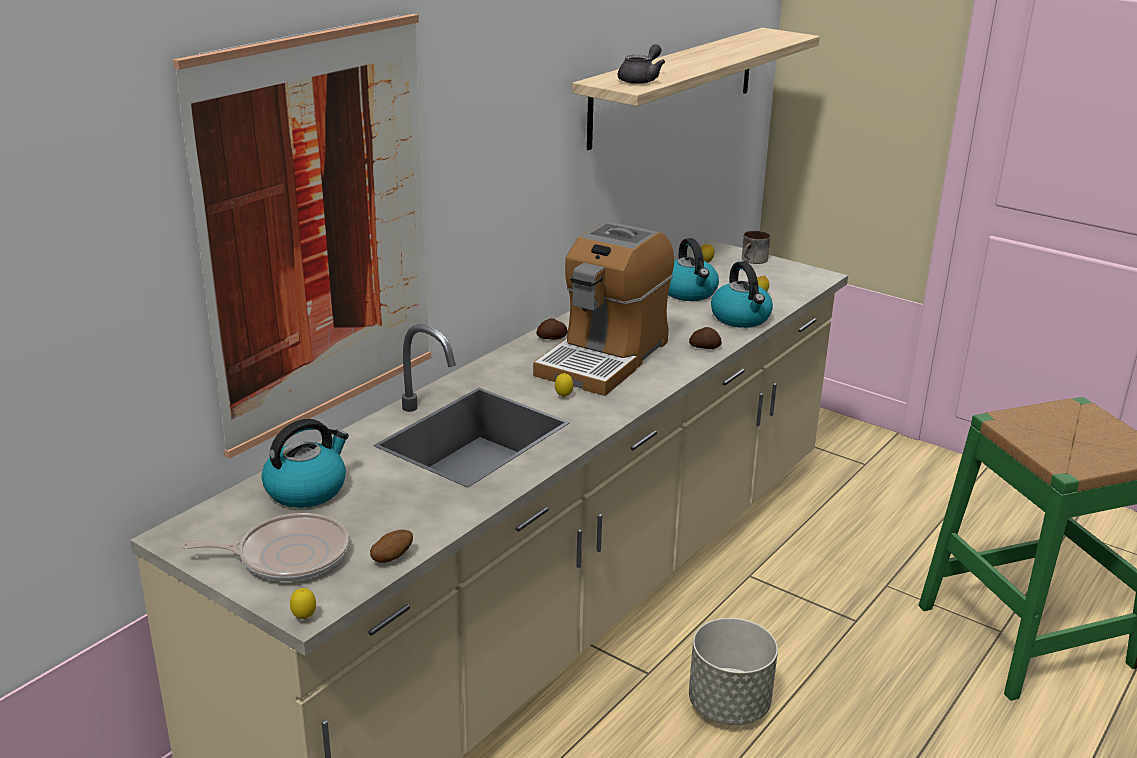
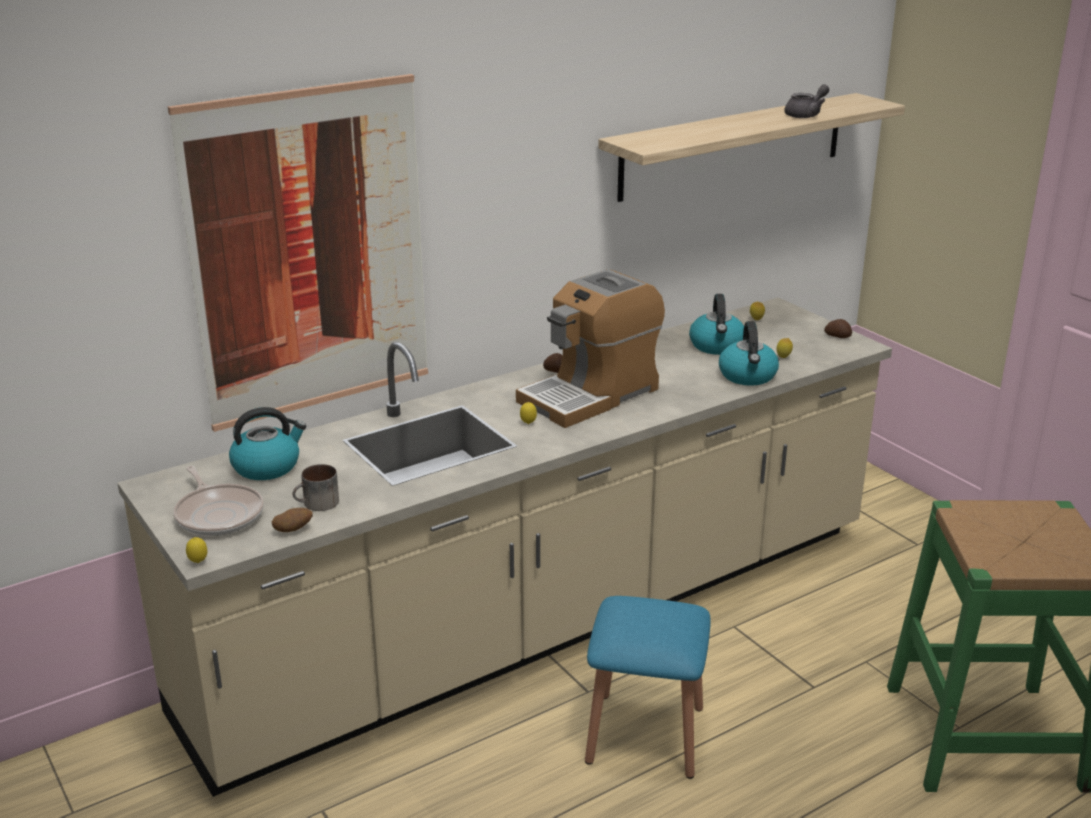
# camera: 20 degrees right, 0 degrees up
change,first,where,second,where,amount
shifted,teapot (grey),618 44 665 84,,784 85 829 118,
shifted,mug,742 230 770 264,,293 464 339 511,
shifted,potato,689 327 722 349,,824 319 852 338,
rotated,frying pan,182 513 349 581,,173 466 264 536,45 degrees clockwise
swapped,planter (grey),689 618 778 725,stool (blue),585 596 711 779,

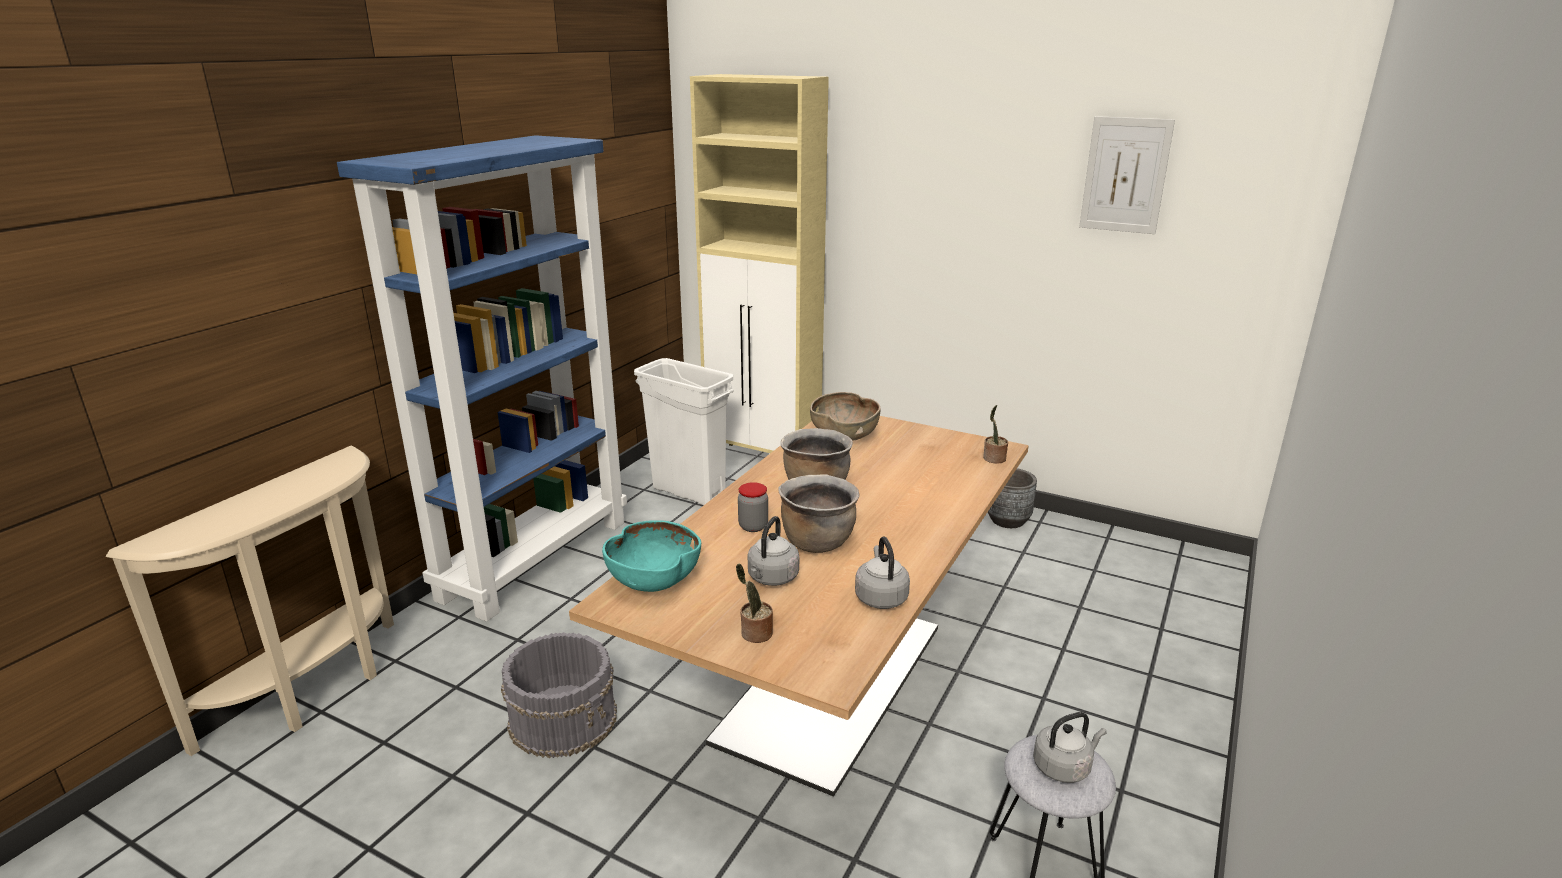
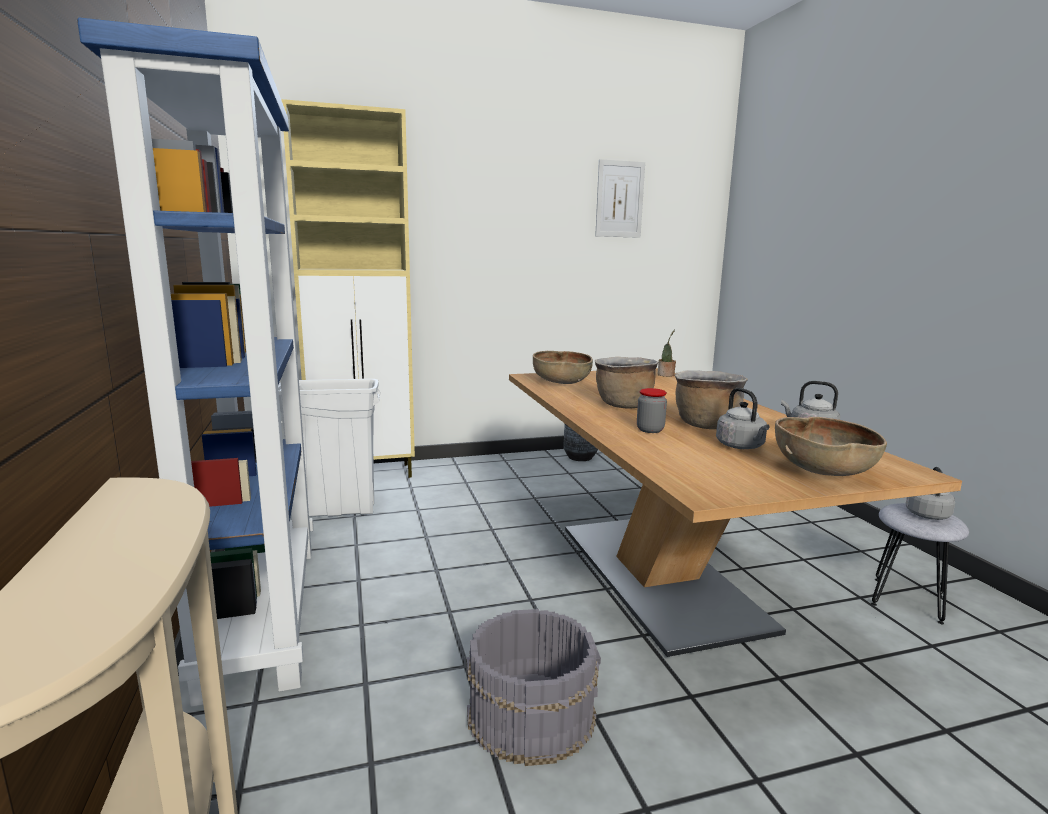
# camera: 45 degrees left, 10 degrees down
change,first,where,second,where,amount
gone,bowl (turquoise),602 520 701 592,,,
swapped,potted plant,736 563 773 643,bowl (brown),775 417 887 476,

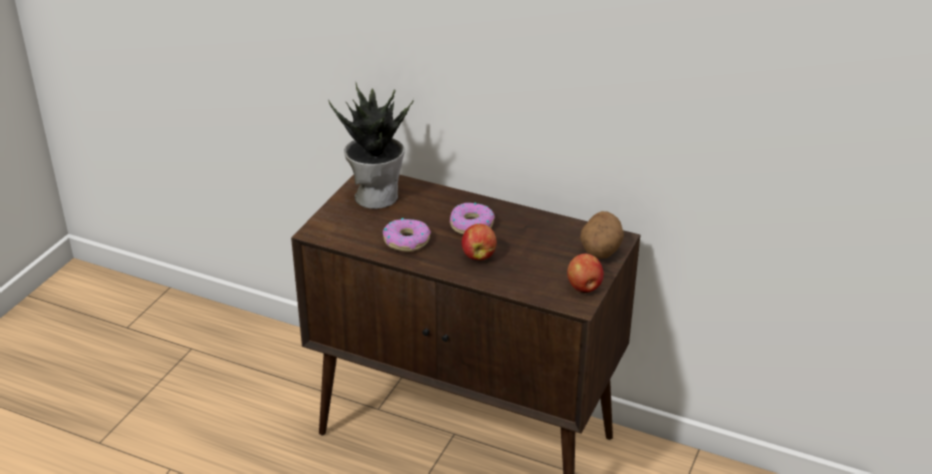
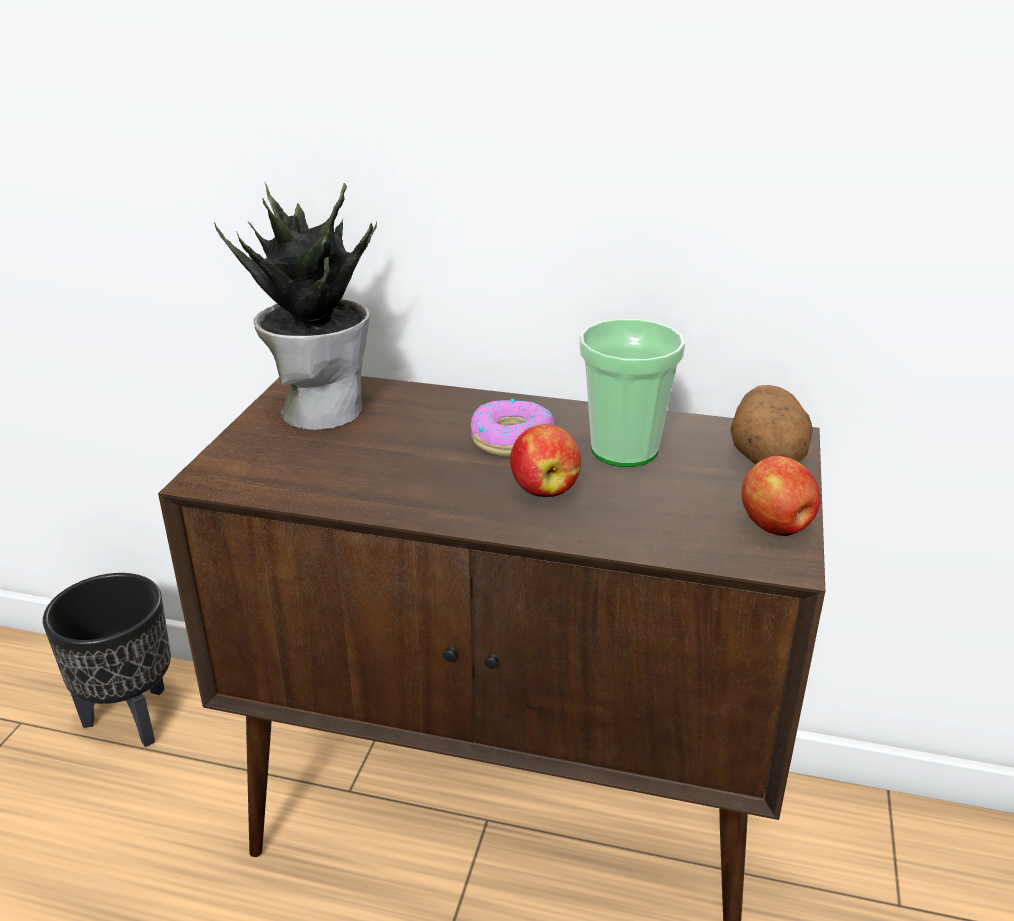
# camera: 10 degrees left, 5 degrees down
change,first,where,second,where,amount
gone,donut,383 218 431 252,,,
new,,,cup,580 319 685 467,
new,,,planter (black),43 573 171 747,

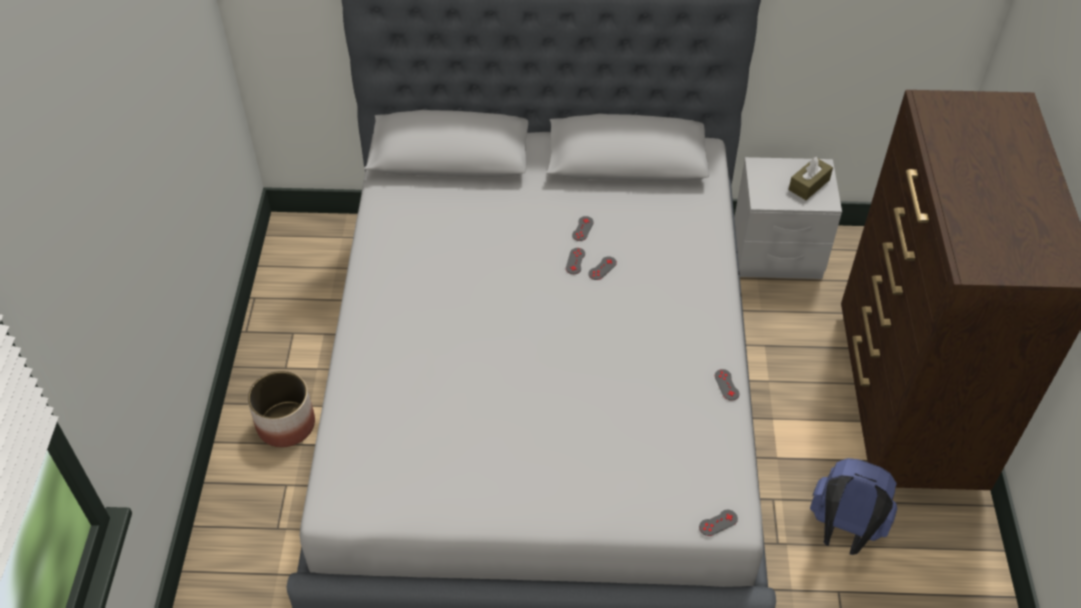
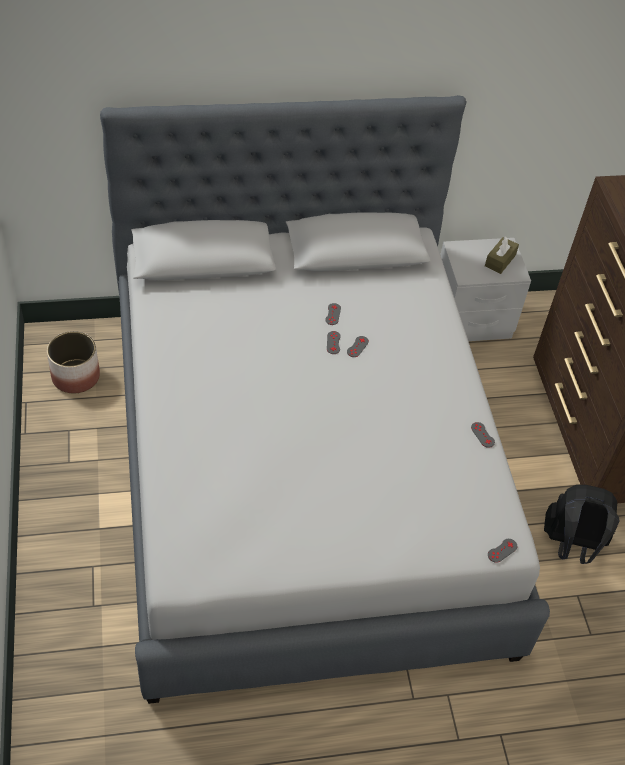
# camera: 15 degrees left, 0 degrees up
change,first,where,second,where,amount
shifted,planter,247 371 315 447,,47 331 100 393,
repainted,backpack (blue),810 458 897 555,backpack (black),544 485 619 564,

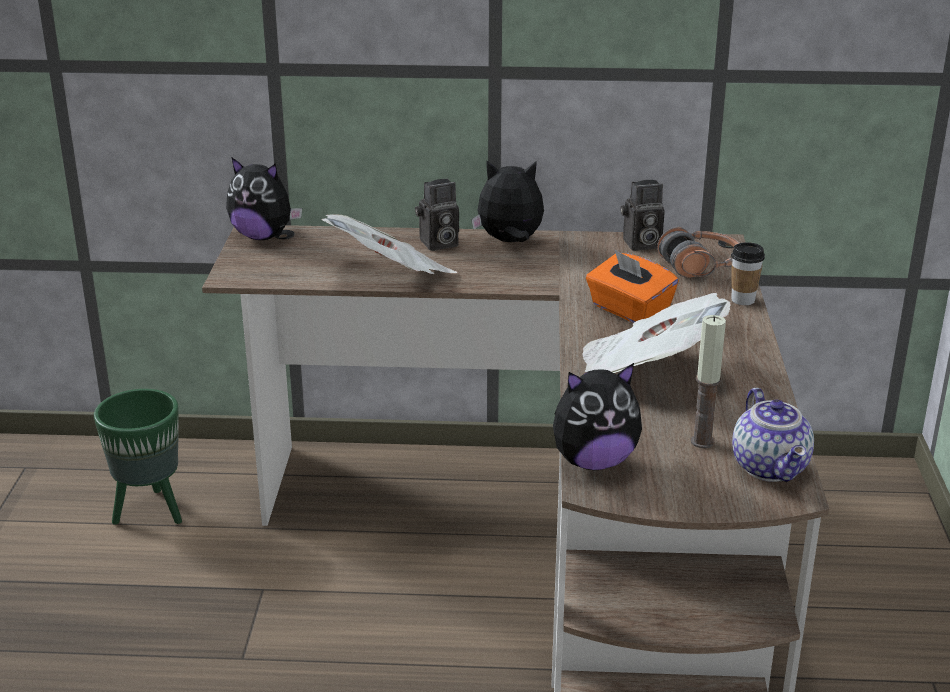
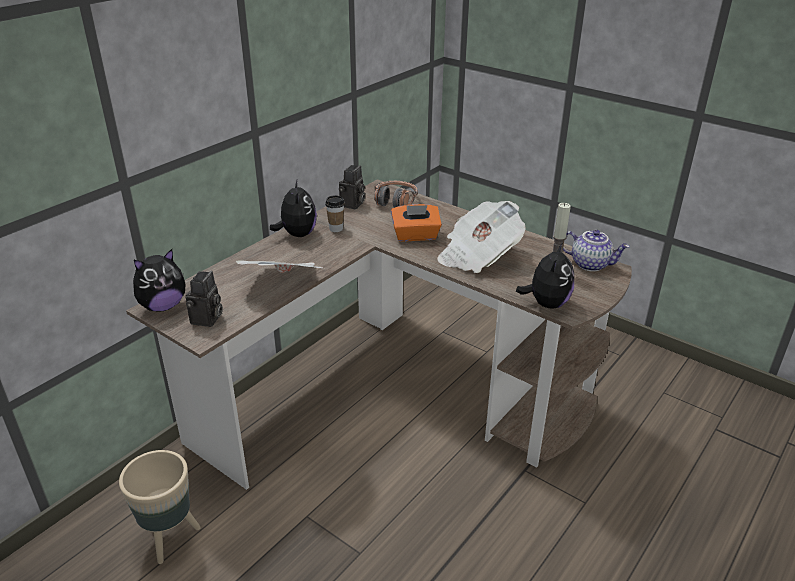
# camera: 55 degrees left, 5 degrees up
change,first,where,second,where,amount
rotated,plush toy,472 161 544 242,,270 178 317 237,135 degrees clockwise
shifted,photo camera,415 179 459 251,,185 271 223 327,
shifted,cup,731 242 765 305,,325 195 345 232,
repainted,planter (green),94 389 182 525,planter (beige),119 450 201 564,

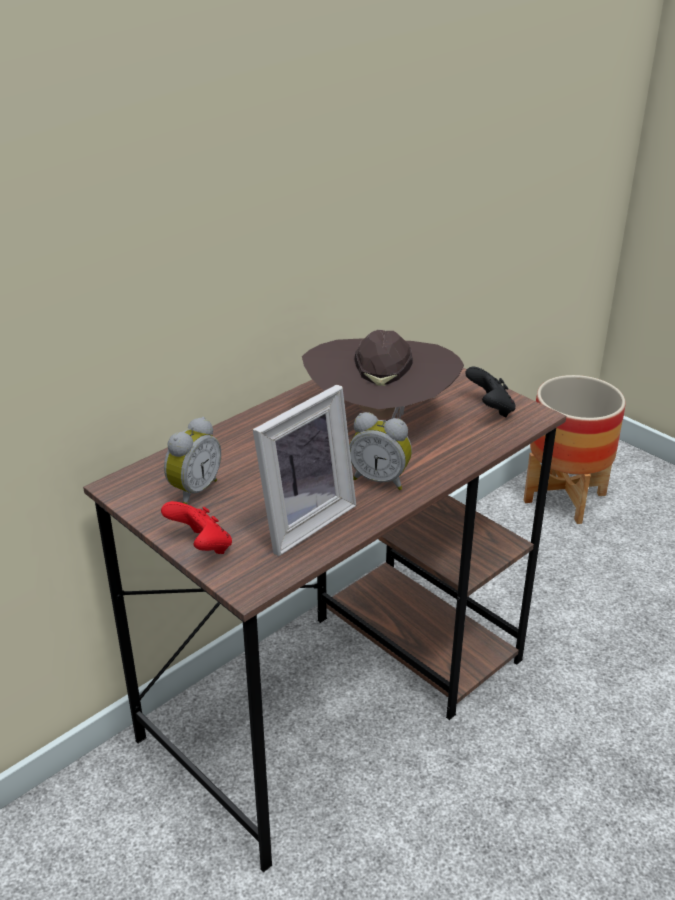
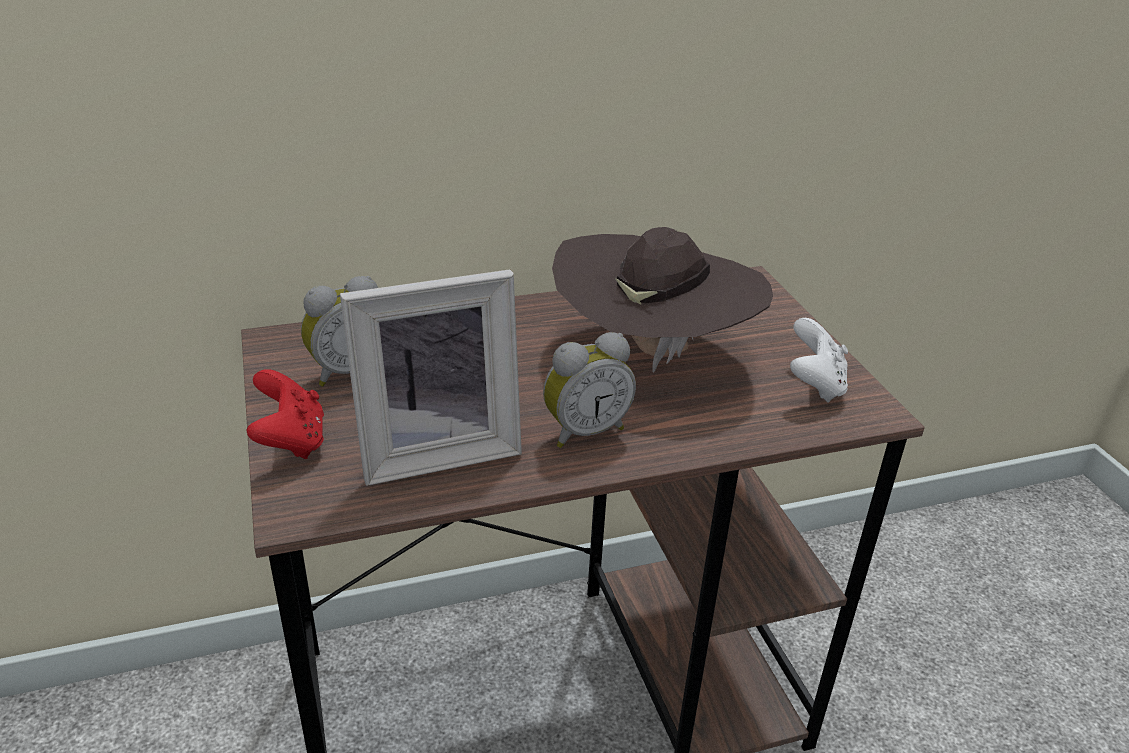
# camera: 25 degrees right, 0 degrees up
change,first,where,second,where,amount
repainted,game controller (black),465 367 516 417,game controller (white),790 318 848 402,
gone,planter,524 375 626 524,,,
rotated,alarm clock,349 412 412 490,,543 332 636 448,75 degrees counterclockwise

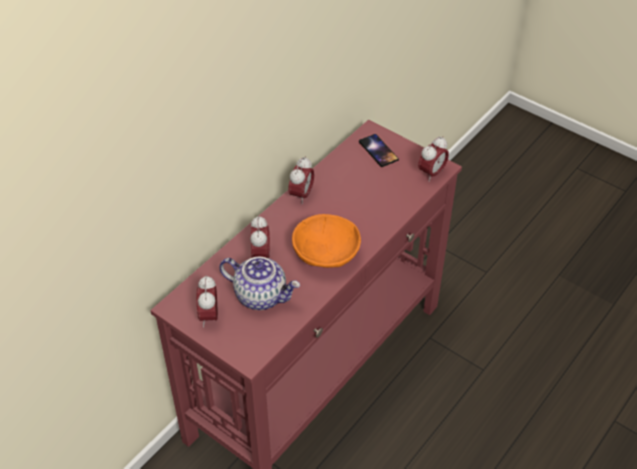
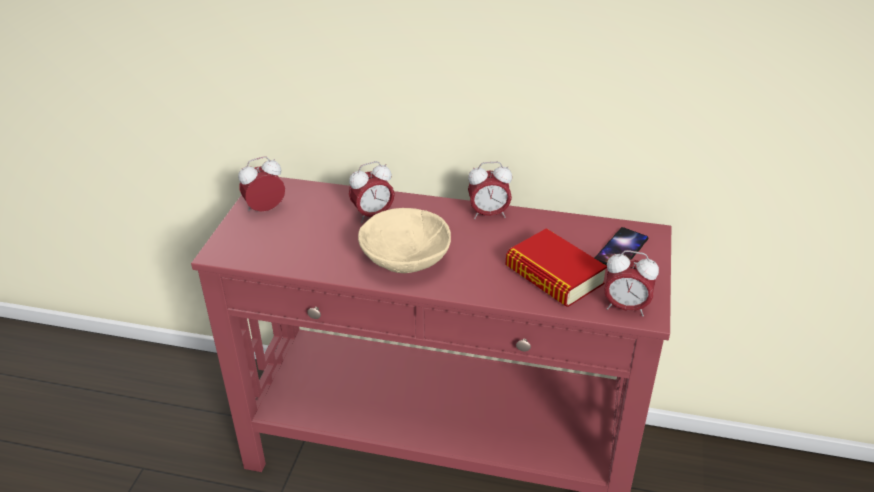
# camera: 65 degrees right, 10 degrees down
change,first,where,second,where,amount
repainted,bowl (orange),292 214 361 268,bowl (beige),358 208 451 273,
gone,teapot,219 257 300 310,,,
new,,,book,505 228 607 307,

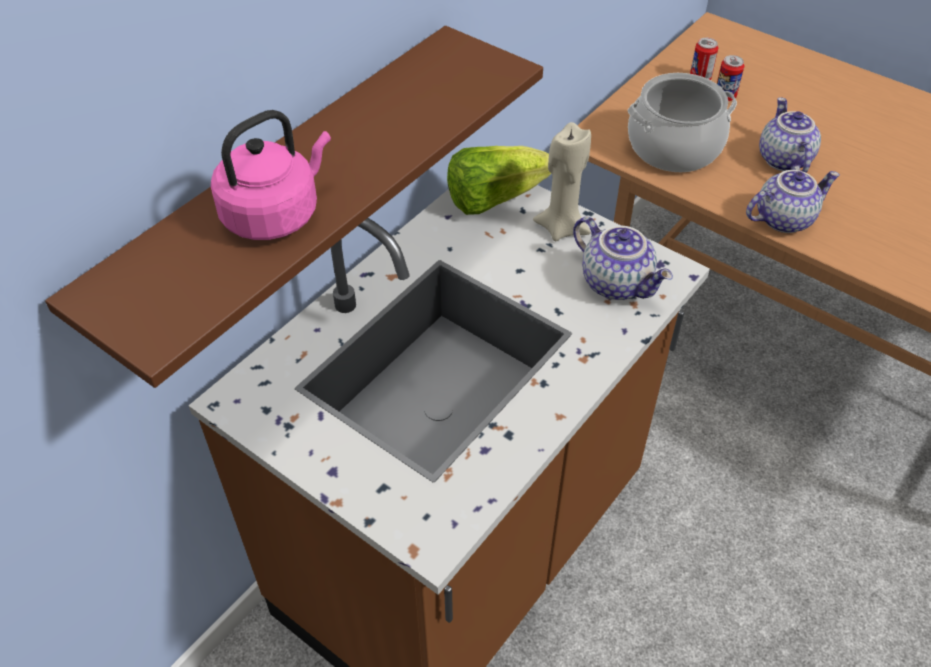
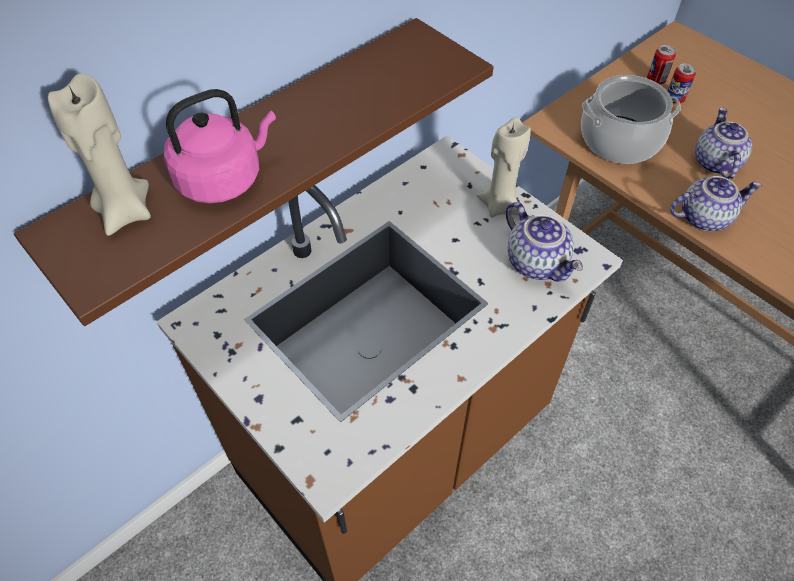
# camera: 10 degrees right, 5 degrees up
change,first,where,second,where,amount
gone,lettuce,447 146 552 215,,,
new,,,candle (beige),48 74 151 236,

